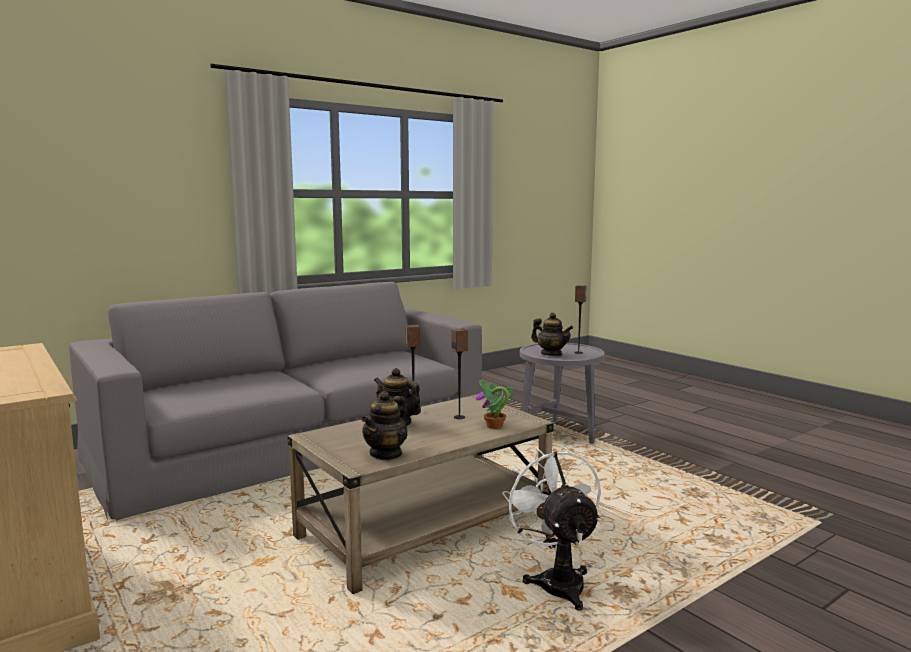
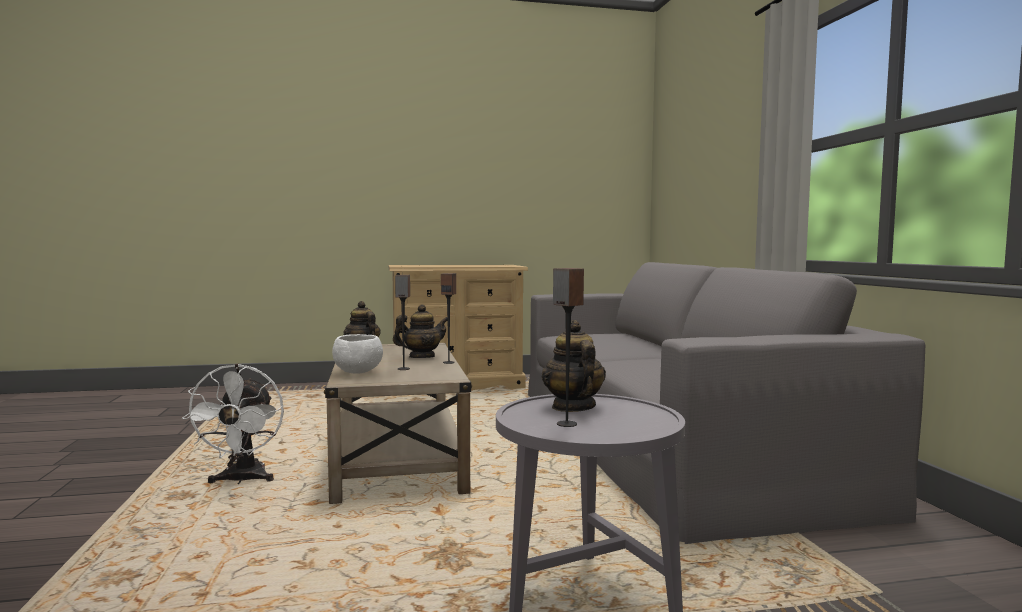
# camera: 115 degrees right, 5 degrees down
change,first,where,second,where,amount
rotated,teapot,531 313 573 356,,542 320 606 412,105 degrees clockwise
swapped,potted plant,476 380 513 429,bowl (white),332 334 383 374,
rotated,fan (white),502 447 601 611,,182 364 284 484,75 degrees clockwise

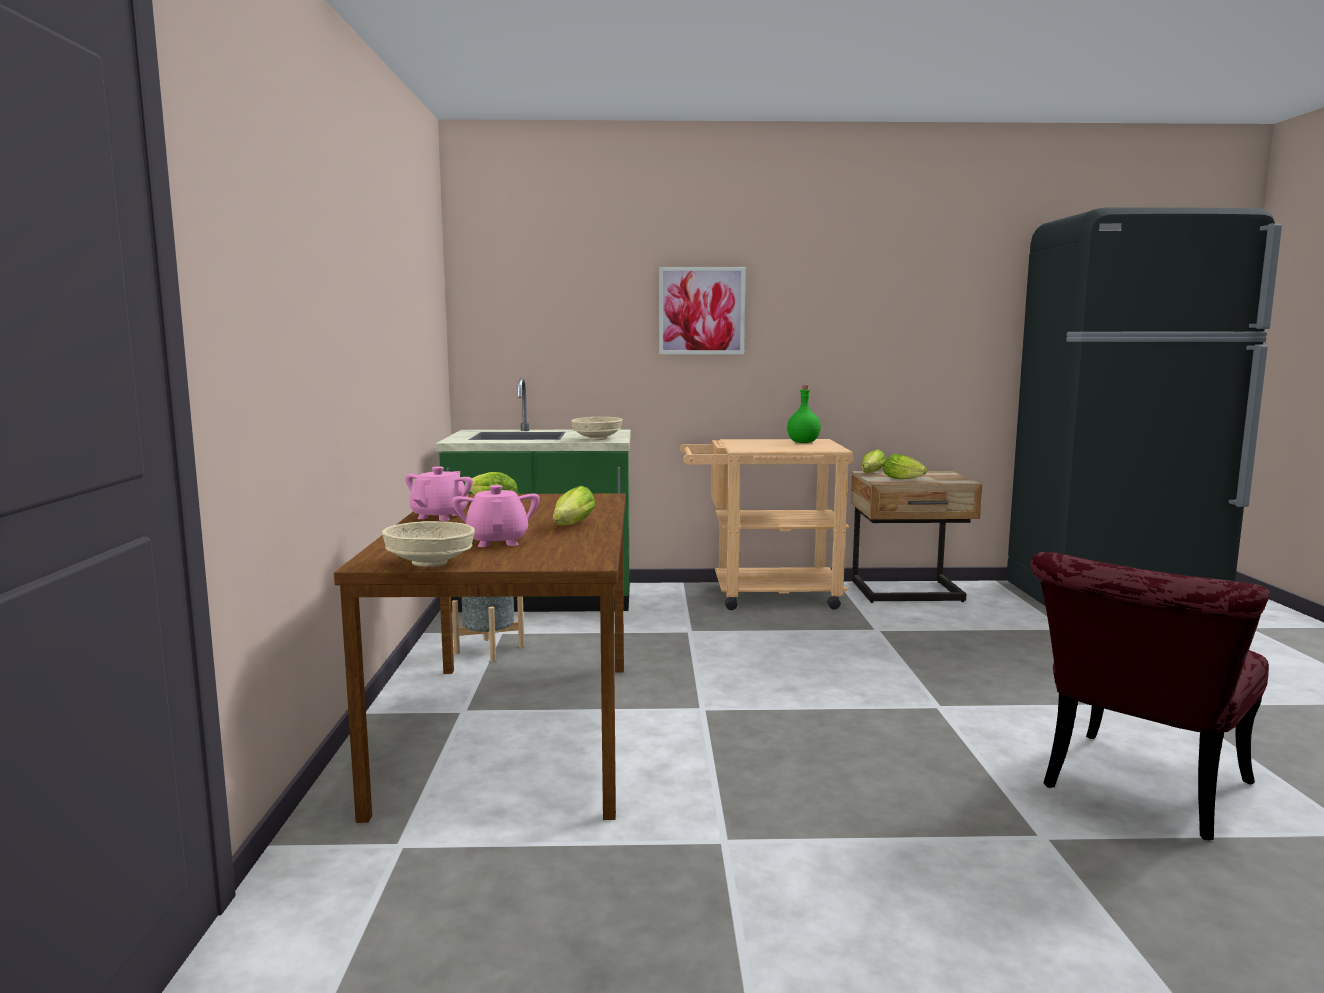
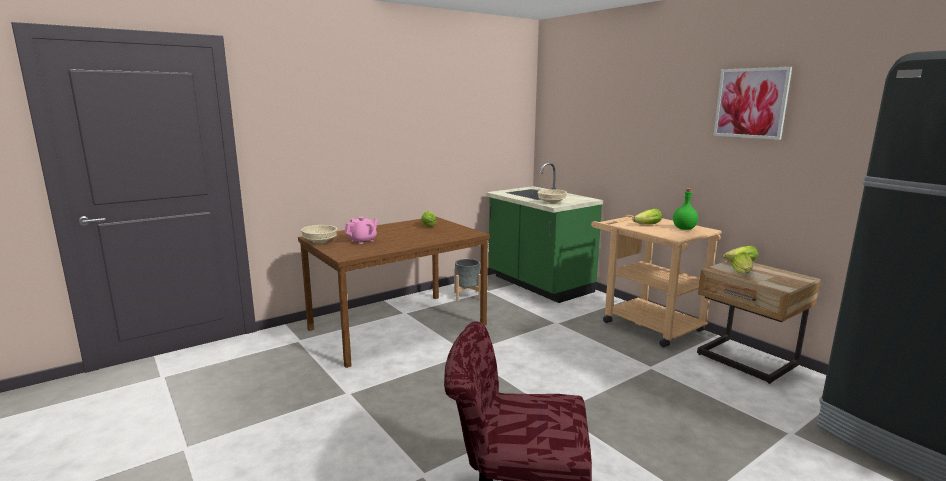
# camera: 55 degrees right, 5 degrees up
change,first,where,second,where,amount
shifted,picture,659 267 745 354,,713 67 792 140,
gone,teapot (pink),405 466 473 521,,,
shifted,lettuce,553 486 596 525,,632 209 662 225,

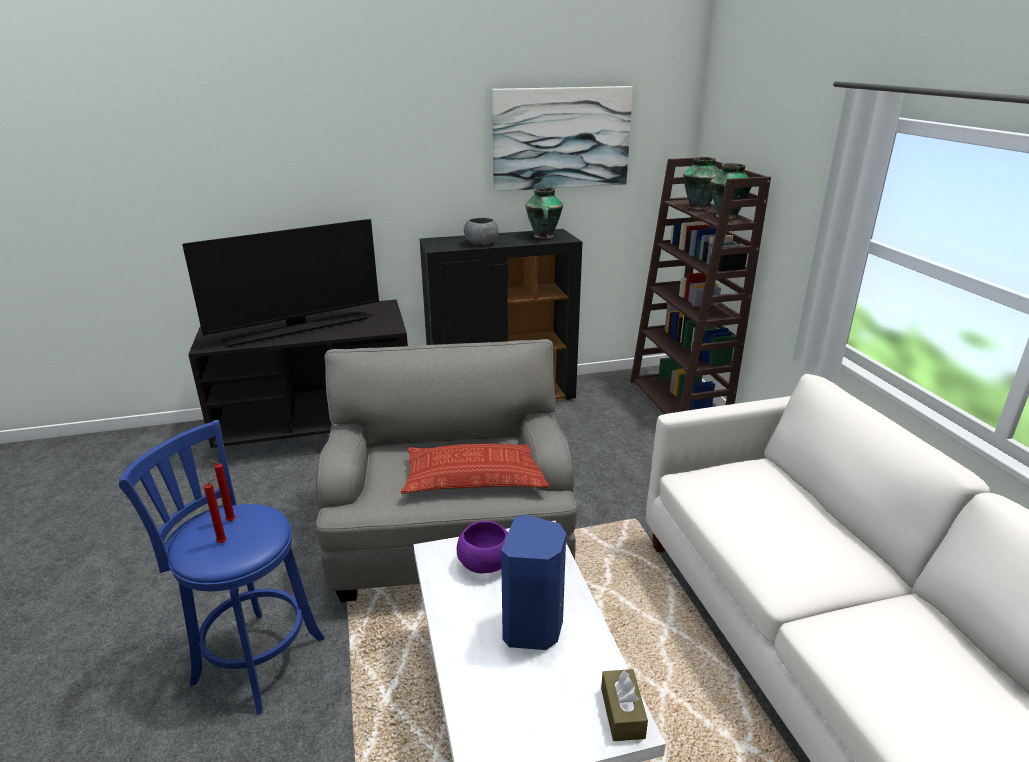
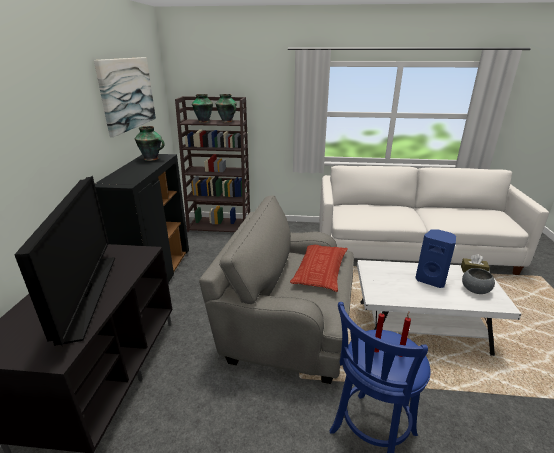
# camera: 70 degrees left, 0 degrees up
change,first,where,second,where,amount
shifted,bowl (grey),464 218 499 245,,462 268 495 294,
gone,bowl (purple),457 521 508 574,,,

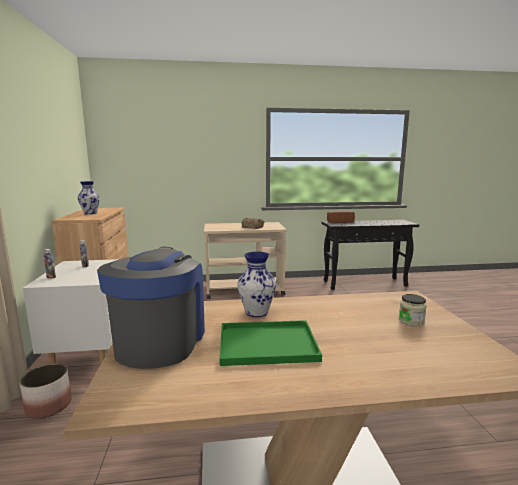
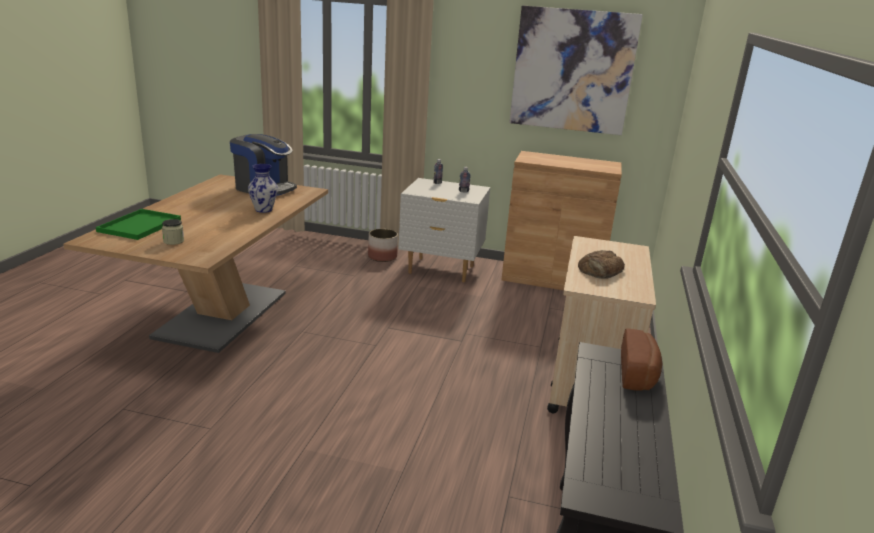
# camera: 110 degrees right, 10 degrees up
change,first,where,second,where,amount
gone,vase,77 181 100 214,,,
shifted,tray (green),219 320 322 366,,96 209 181 240,
new,,,picture,509 6 643 135,

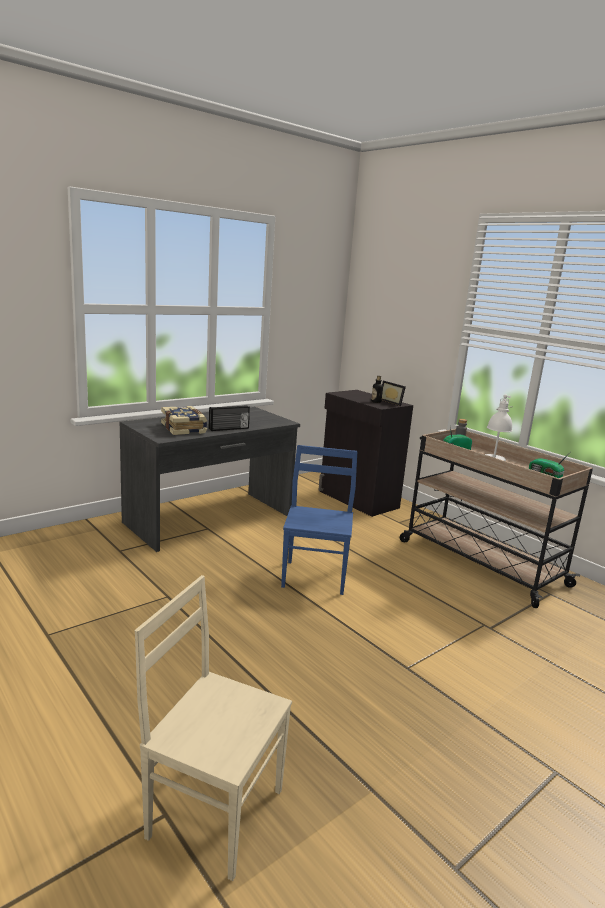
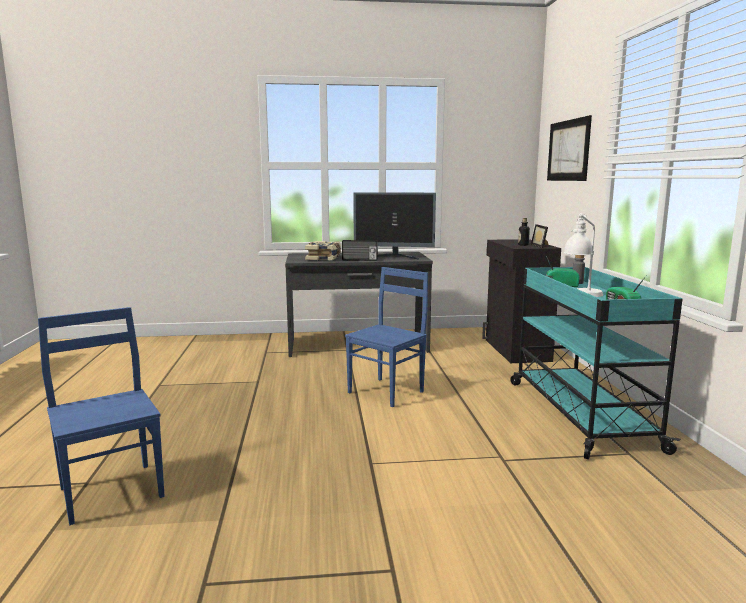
# camera: 35 degrees right, 5 degrees down
change,first,where,second,where,amount
repainted,cart (beige),400 429 593 608,cart (turquoise),510 267 682 459,
repainted,chair (beige),135 575 292 881,chair (blue),38 307 165 525,
new,,,picture,547 115 592 181,
new,,,monitor,353 192 436 260,

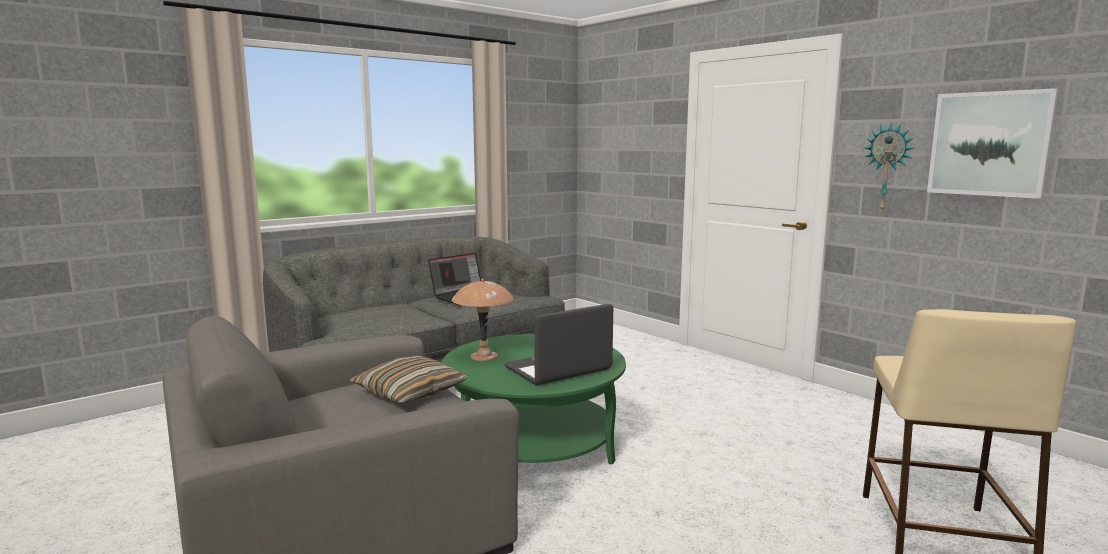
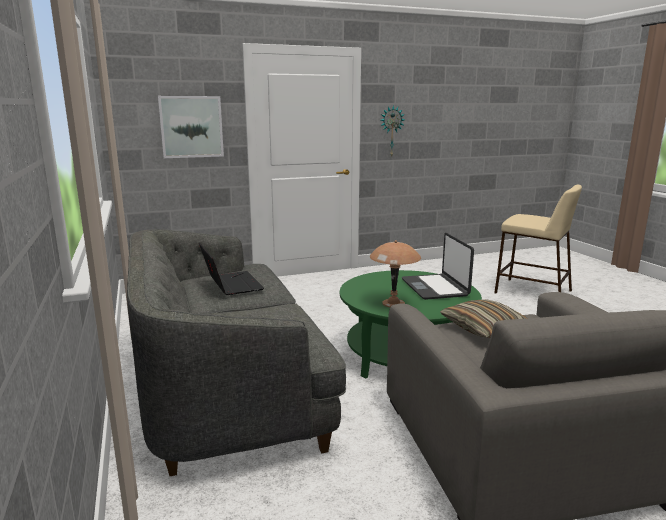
# camera: 70 degrees left, 5 degrees up
change,first,where,second,where,amount
shifted,picture,927 88 1059 199,,158 96 224 158,

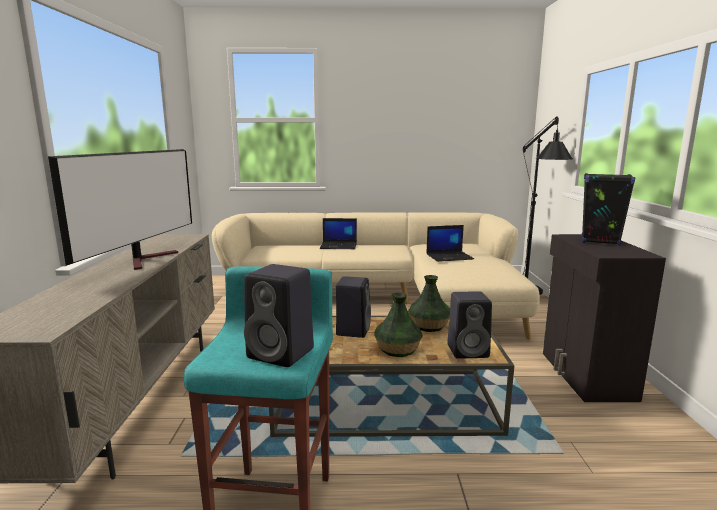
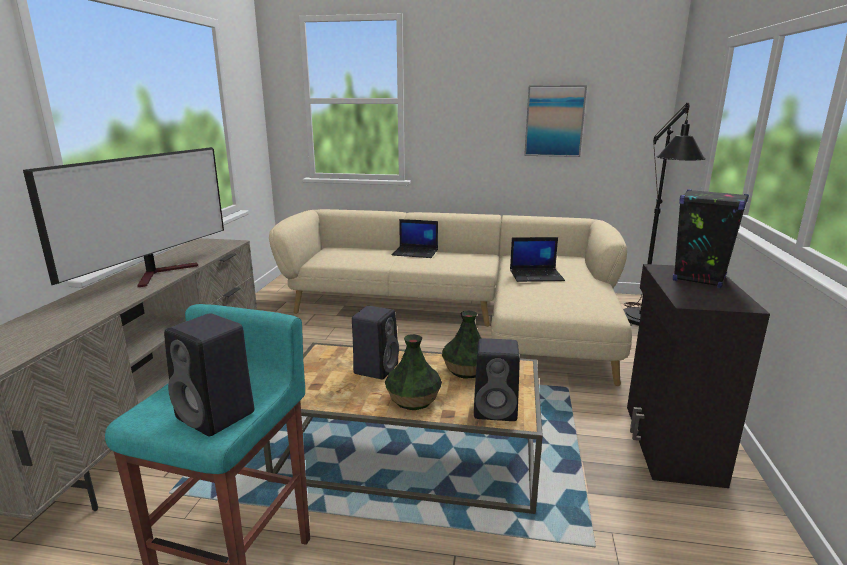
# camera: 10 degrees right, 5 degrees up
change,first,where,second,where,amount
new,,,picture,524 85 587 157,

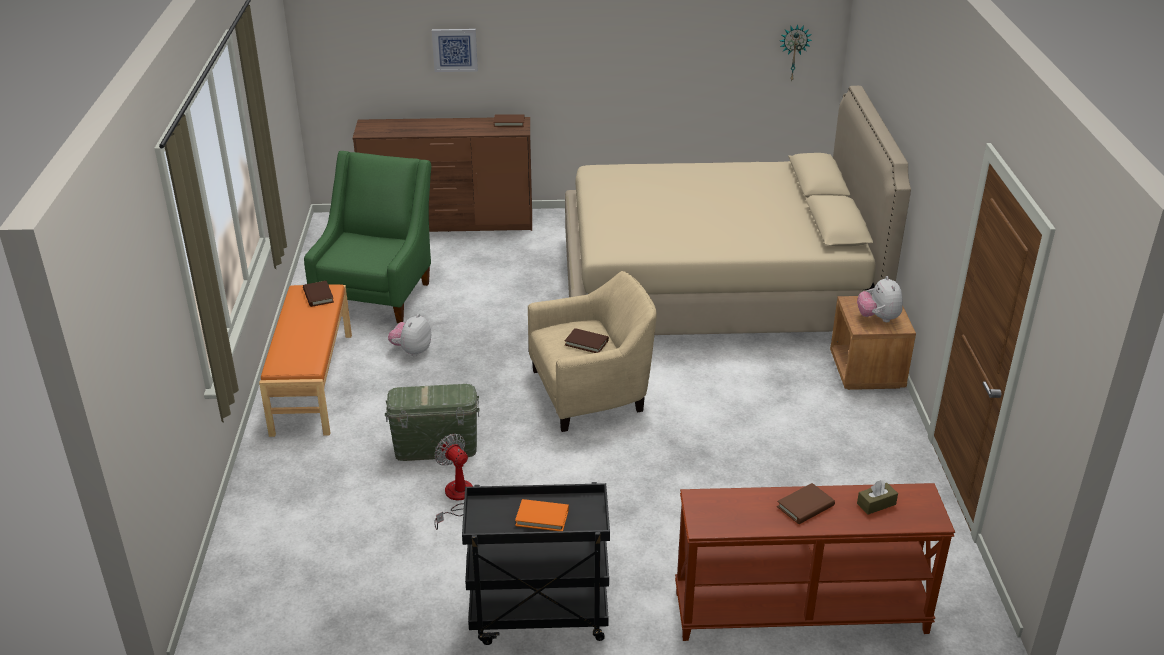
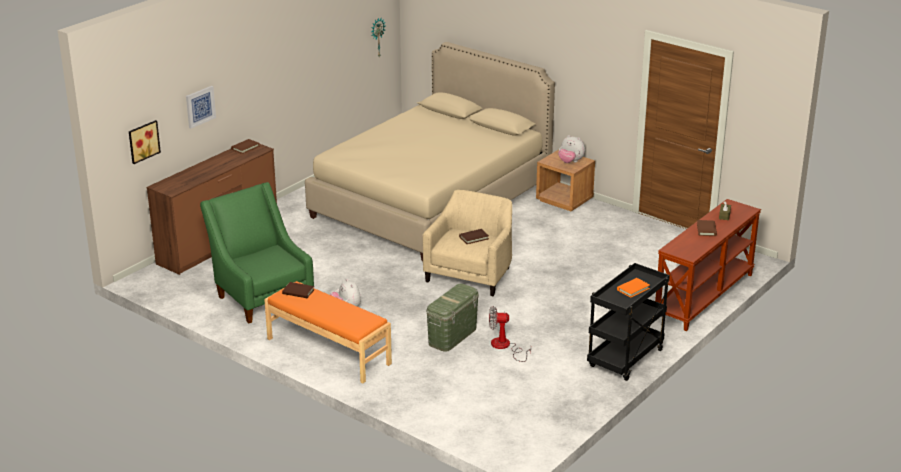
# camera: 50 degrees left, 5 degrees down
change,first,where,second,where,amount
new,,,picture,129 120 161 164,

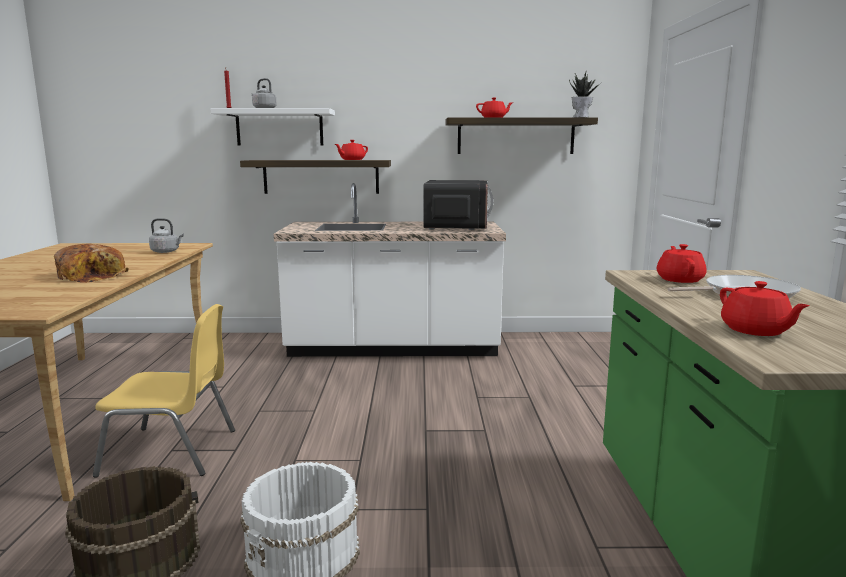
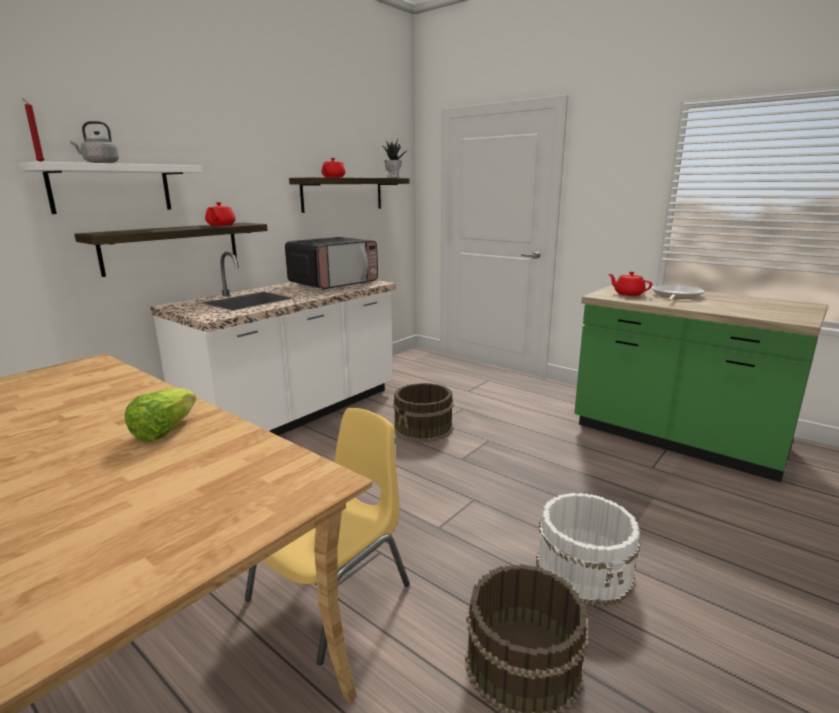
# camera: 50 degrees left, 5 degrees up
change,first,where,second,where,amount
rotated,microwave,423 180 493 230,,285 237 378 289,90 degrees clockwise
gone,kettle (grey),149 218 184 253,,,
swapped,bread,54 243 129 283,lettuce,125 388 196 442,
gone,teapot (red),720 281 810 336,,,
new,,,bucket (brown),393 383 454 442,

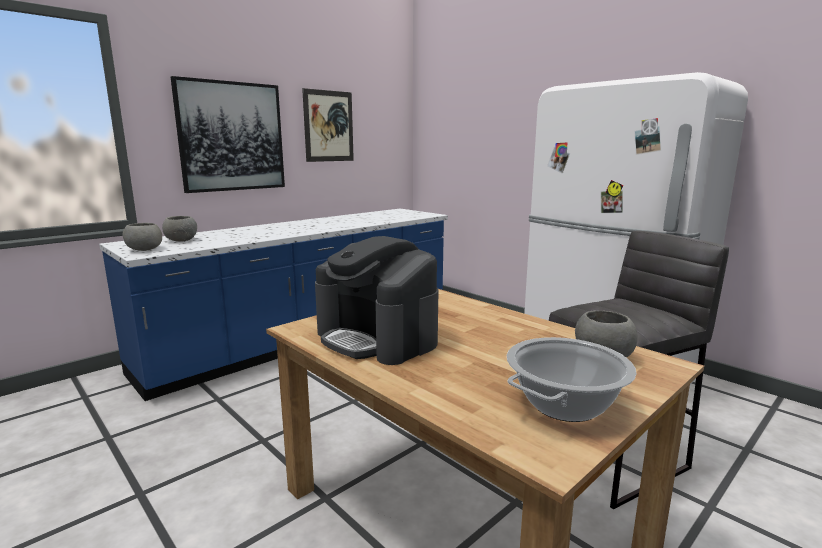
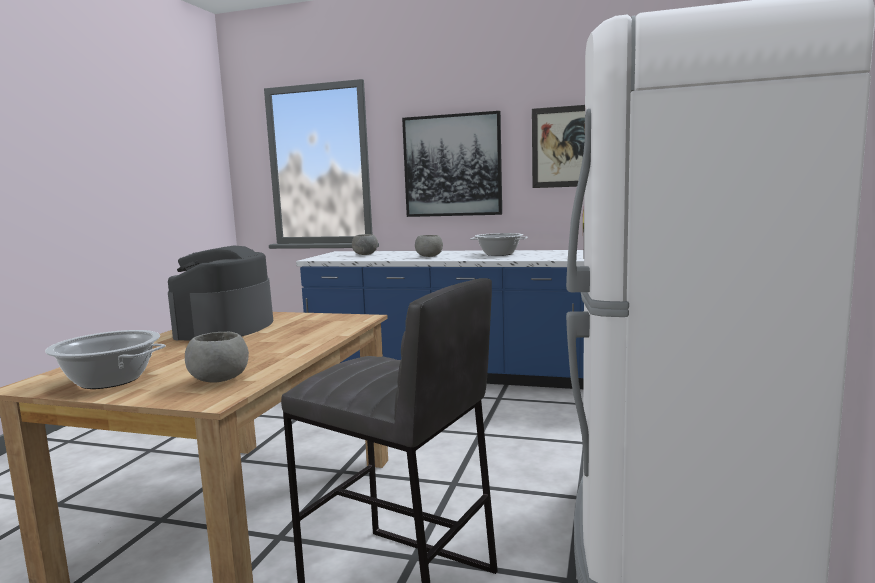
# camera: 60 degrees right, 5 degrees down
change,first,where,second,where,amount
shifted,bowl (grey),123 223 162 251,,415 235 443 257,
new,,,cooking pot,470 233 528 256,

